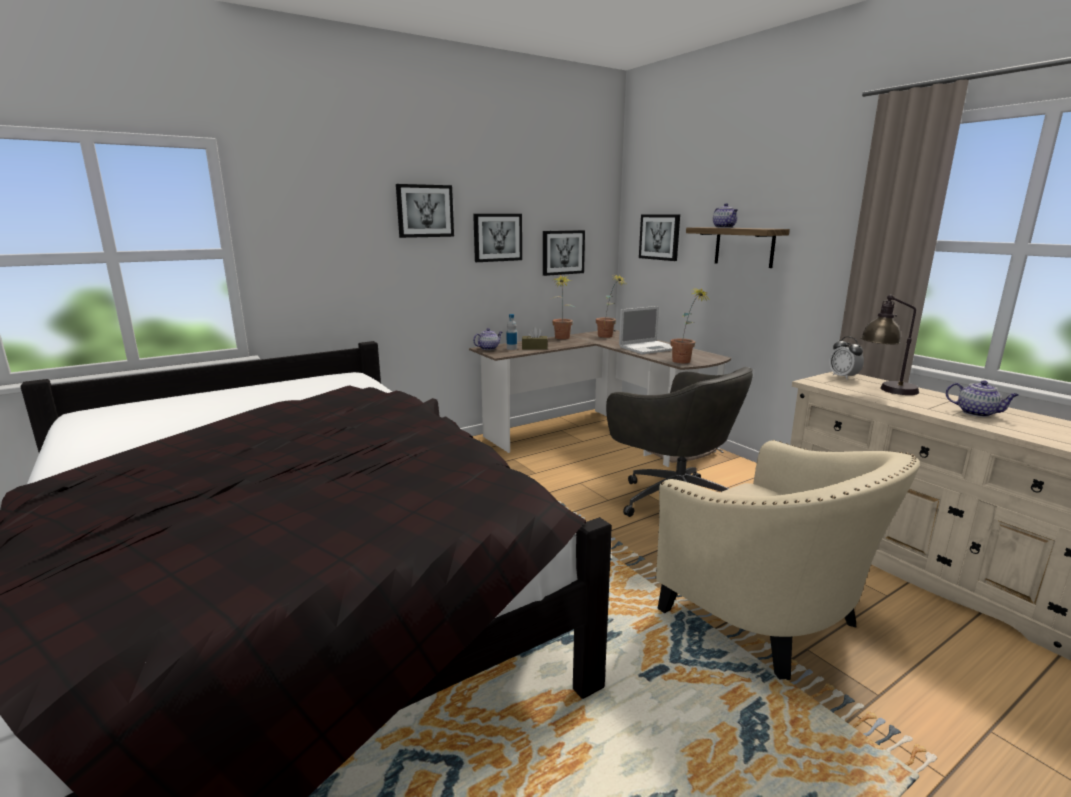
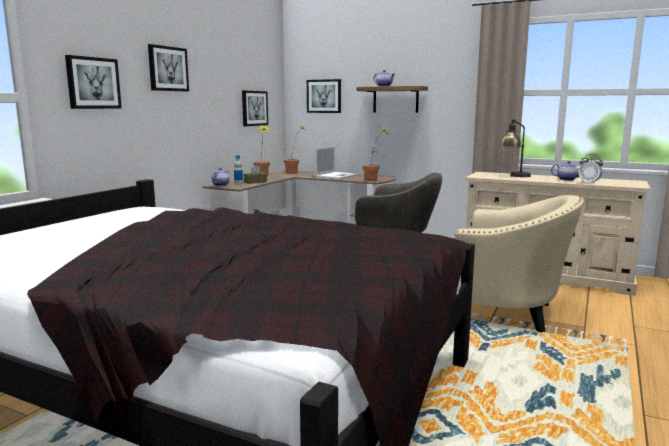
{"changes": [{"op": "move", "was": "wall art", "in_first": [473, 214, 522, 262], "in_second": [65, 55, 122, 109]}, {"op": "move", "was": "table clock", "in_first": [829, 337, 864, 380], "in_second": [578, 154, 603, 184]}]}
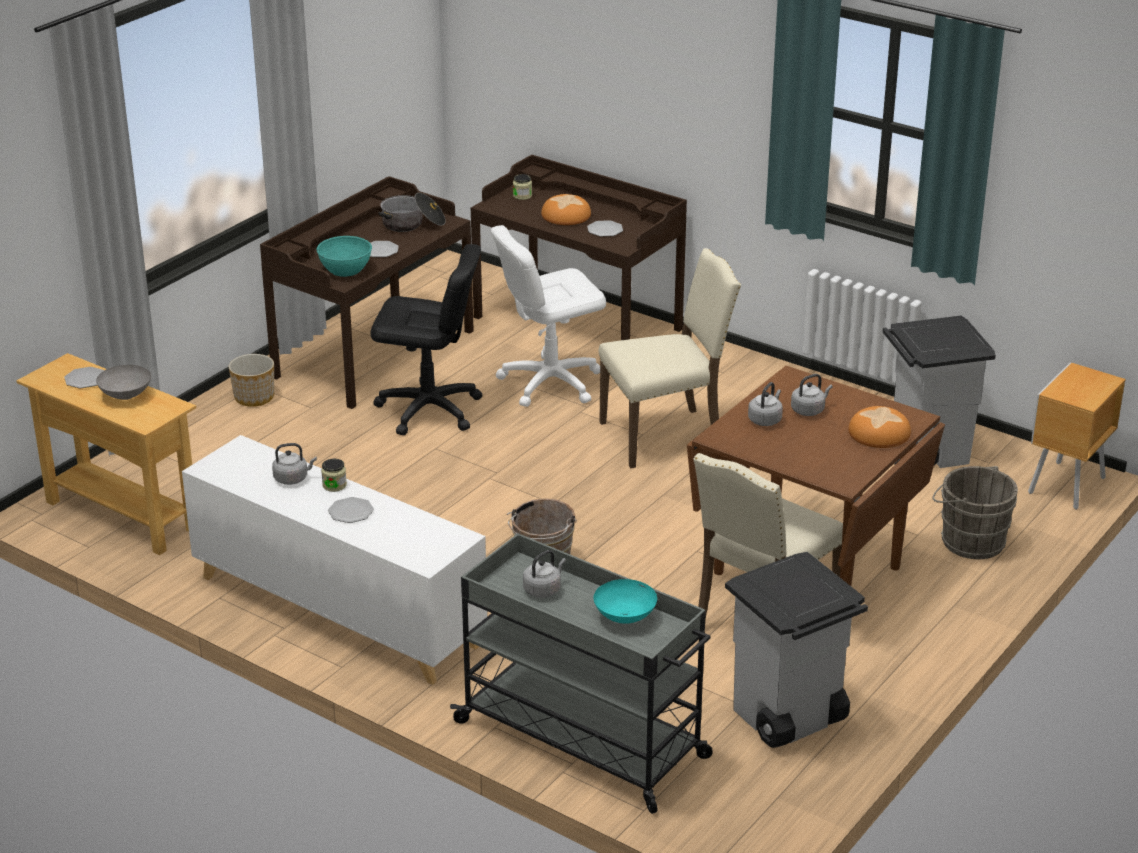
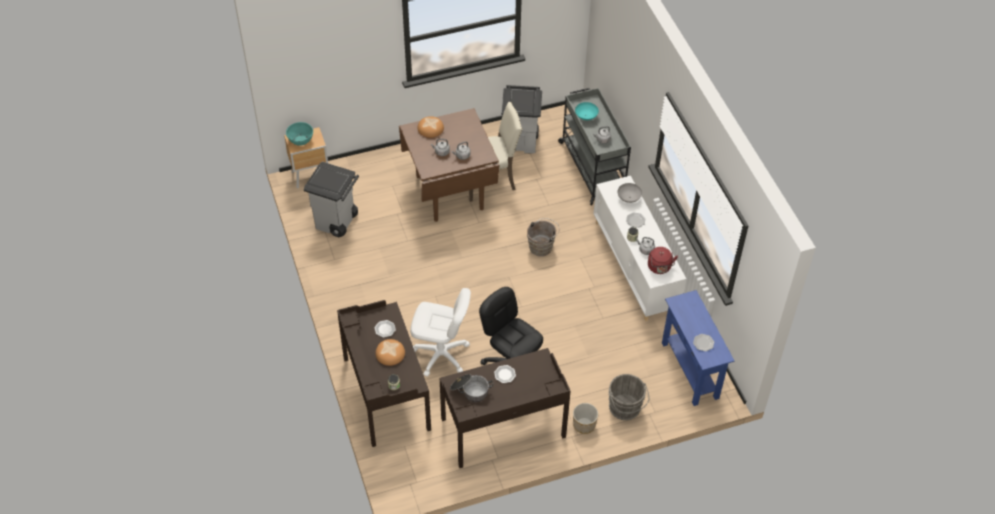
{"changes": [{"op": "delete", "was": "beige upright chair", "in_first": [599, 248, 741, 468]}, {"op": "insert", "now": "reddish water kettle", "in_second": [648, 247, 678, 274]}, {"op": "move", "was": "gray deep dish", "in_first": [96, 365, 151, 400], "in_second": [617, 183, 642, 203]}, {"op": "move", "was": "turquoise-coloured deep dish", "in_first": [316, 236, 372, 277], "in_second": [286, 122, 313, 146]}, {"op": "move", "was": "gray water bucket", "in_first": [932, 466, 1018, 559], "in_second": [608, 374, 650, 420]}, {"op": "recolor", "was": "beige narrow table", "now": "blue-coloured narrow table", "in_first": [16, 353, 196, 555], "in_second": [662, 290, 734, 406]}]}
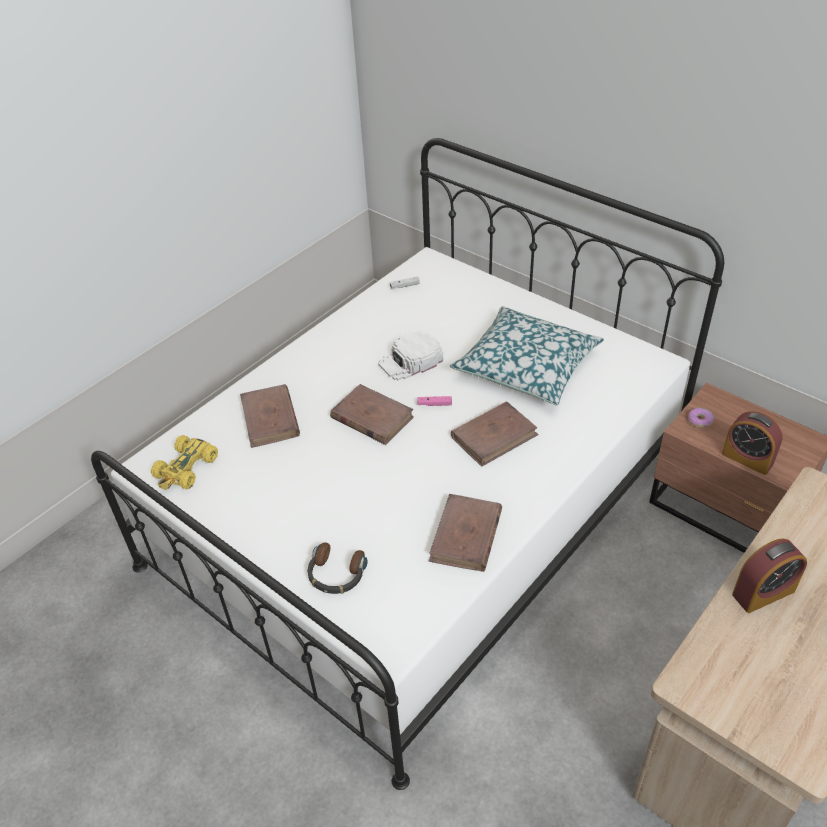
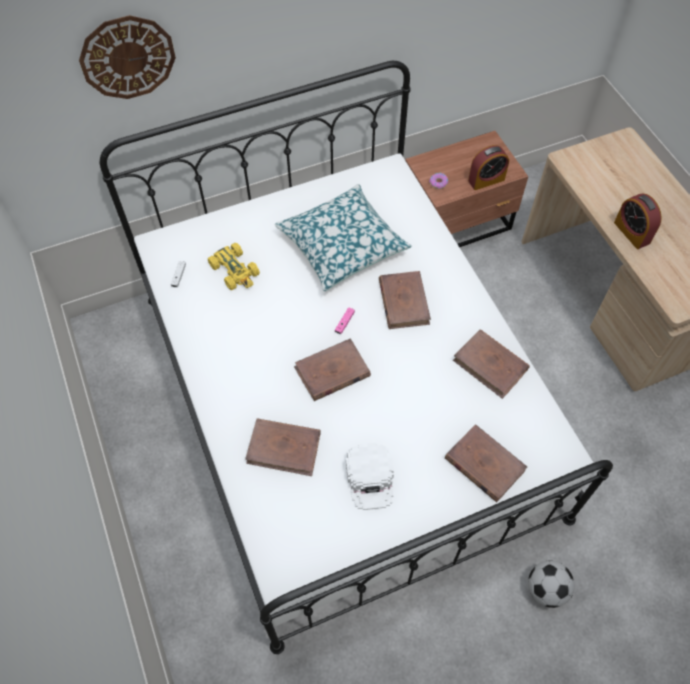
{"changes": [{"op": "insert", "now": "hanging clock", "in_second": [79, 15, 176, 99]}, {"op": "insert", "now": "ball for football", "in_second": [528, 561, 574, 608]}, {"op": "move", "was": "yellow-coloured model car", "in_first": [151, 435, 218, 490], "in_second": [208, 243, 260, 290]}, {"op": "move", "was": "whitish baseball cap", "in_first": [378, 330, 443, 381], "in_second": [346, 443, 394, 510]}, {"op": "replace", "was": "pair of headphones", "now": "brownish book", "in_first": [307, 542, 368, 594], "in_second": [445, 424, 527, 502]}, {"op": "rotate", "was": "table clock", "in_first": [732, 539, 807, 613], "in_second": [614, 193, 662, 249], "clockwise": 150}]}
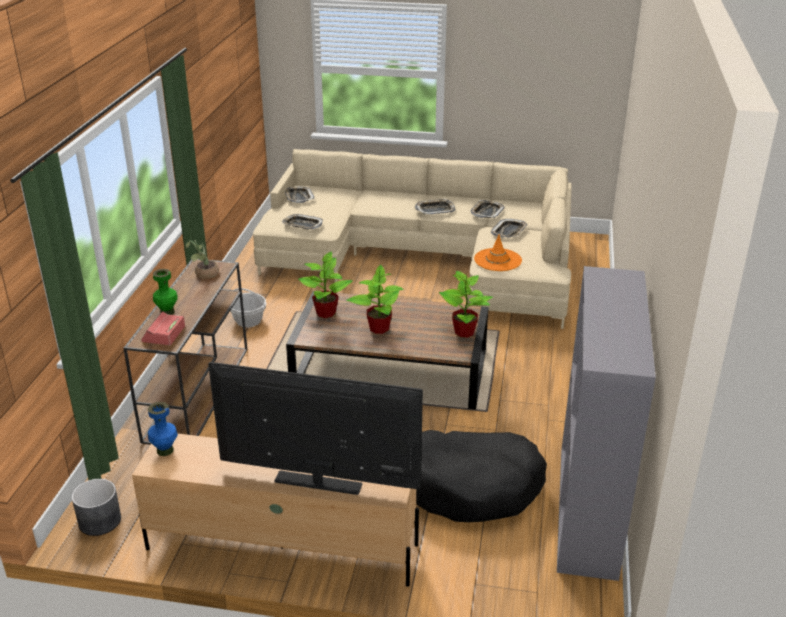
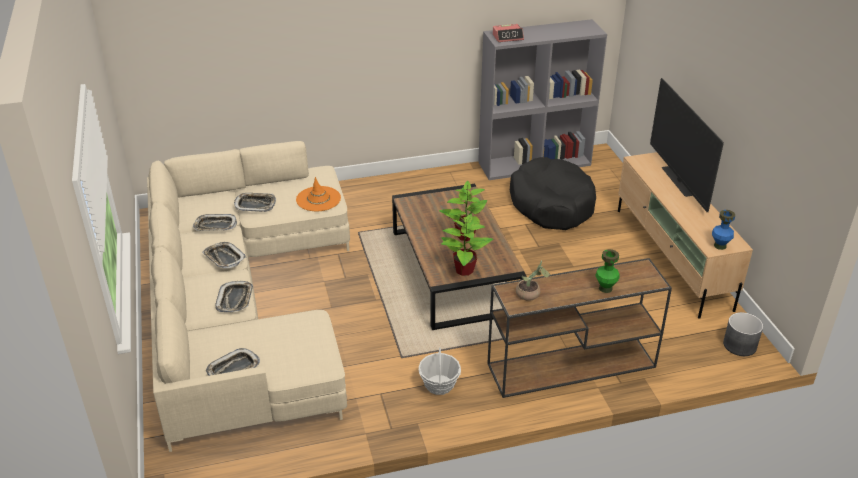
{"changes": [{"op": "delete", "was": "potted plant", "in_first": [439, 271, 493, 338]}, {"op": "move", "was": "table clock", "in_first": [141, 311, 185, 345], "in_second": [493, 24, 524, 42]}, {"op": "move", "was": "carrying tray", "in_first": [282, 214, 323, 229], "in_second": [215, 281, 253, 312]}]}
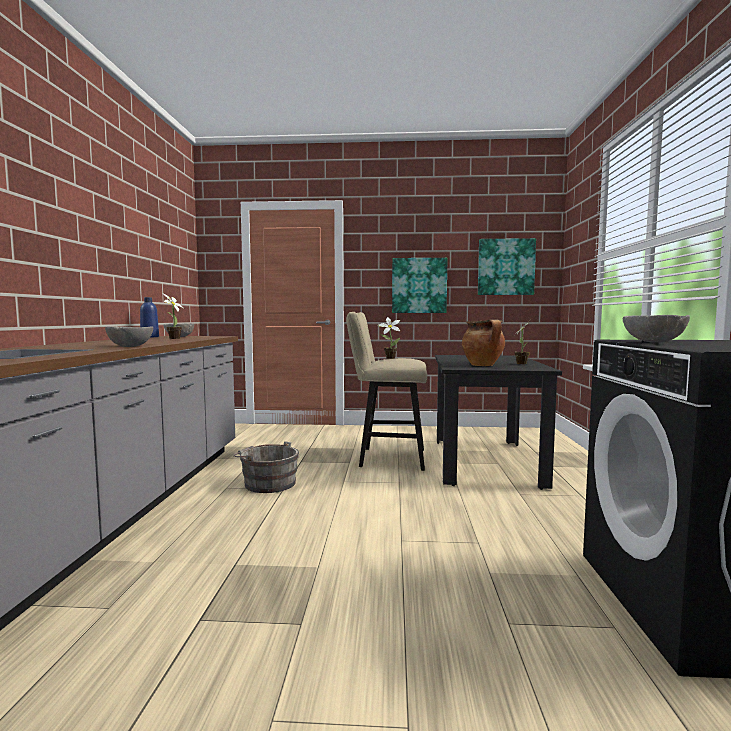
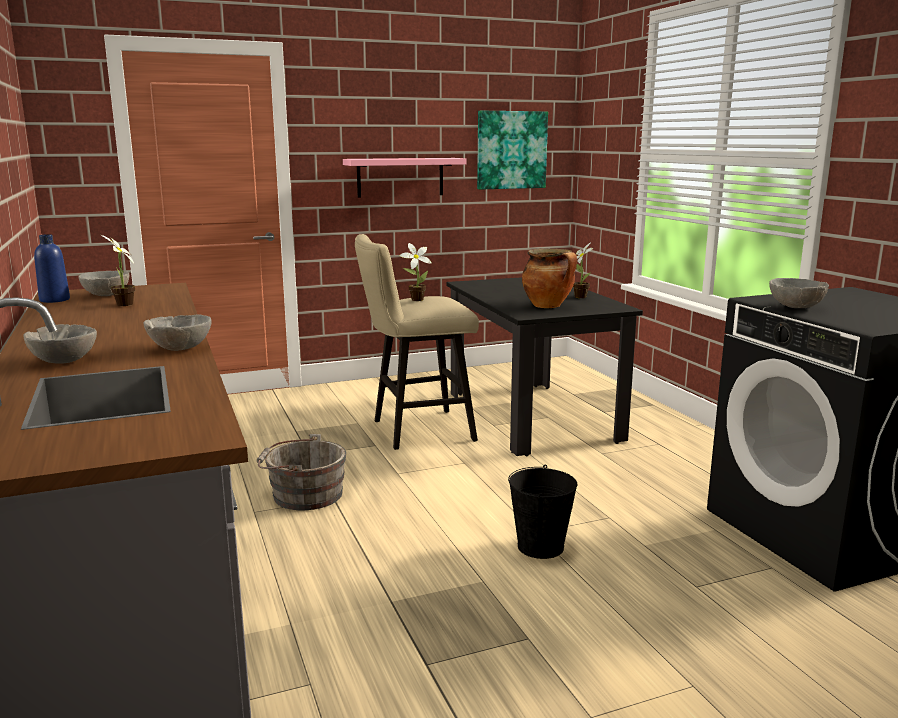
{"changes": [{"op": "insert", "now": "gray deep dish", "in_second": [24, 324, 97, 364]}, {"op": "insert", "now": "blackish water bucket", "in_second": [508, 465, 577, 559]}, {"op": "replace", "was": "wall art", "now": "pinkish shelf", "in_first": [392, 258, 448, 313], "in_second": [343, 158, 467, 198]}]}
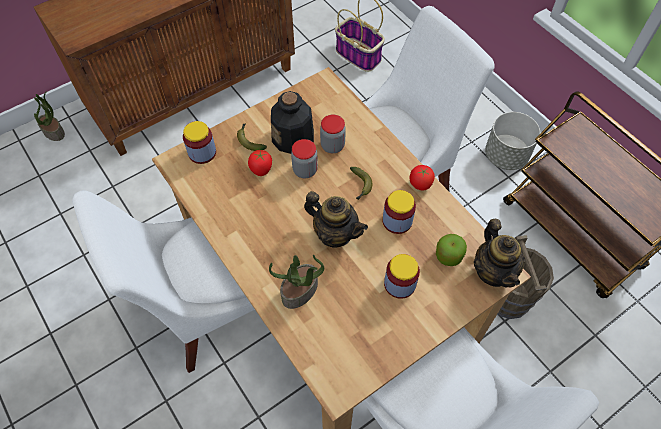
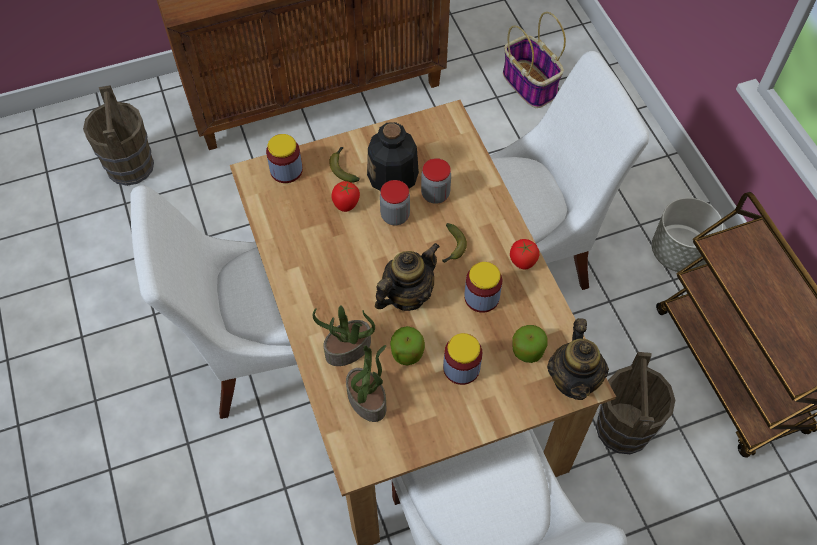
{"changes": [{"op": "insert", "now": "brownish water bucket", "in_second": [83, 85, 154, 186]}, {"op": "insert", "now": "apple", "in_second": [390, 326, 425, 366]}, {"op": "move", "was": "potted plant", "in_first": [34, 91, 65, 141], "in_second": [346, 345, 387, 422]}, {"op": "rotate", "was": "pot for tea", "in_first": [304, 191, 368, 248], "in_second": [375, 243, 440, 311], "clockwise": -90}]}
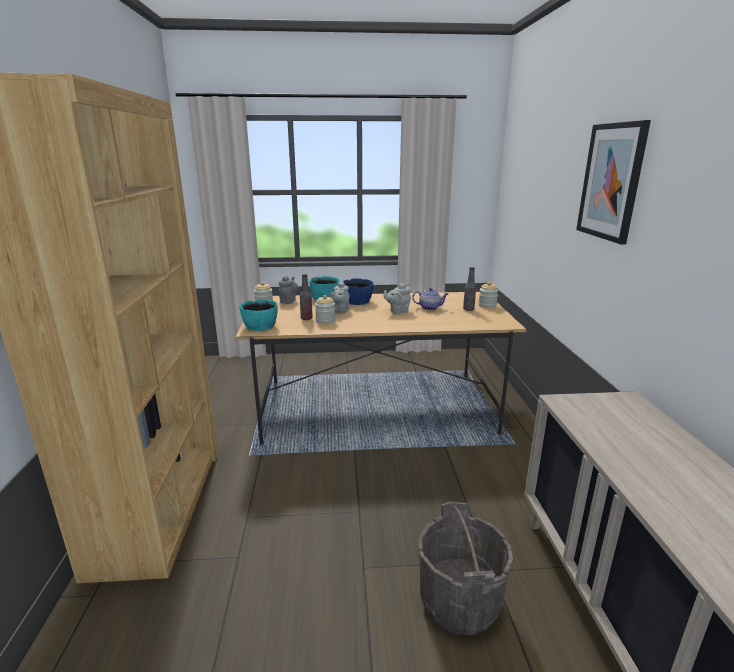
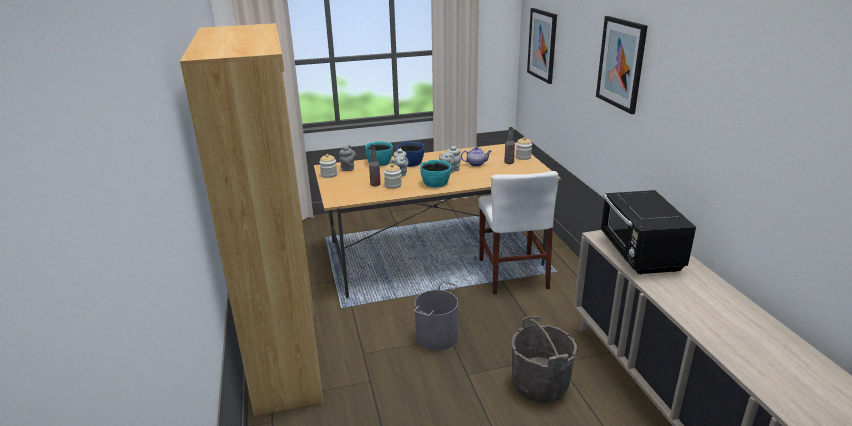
{"changes": [{"op": "insert", "now": "gray water bucket", "in_second": [414, 281, 458, 351]}, {"op": "insert", "now": "whitish upright chair", "in_second": [479, 171, 558, 294]}, {"op": "insert", "now": "wall art", "in_second": [527, 8, 557, 84]}, {"op": "insert", "now": "blackish kitchen microwave", "in_second": [600, 190, 696, 274]}, {"op": "move", "was": "turquoise-coloured deep dish", "in_first": [239, 299, 278, 331], "in_second": [420, 160, 451, 188]}]}
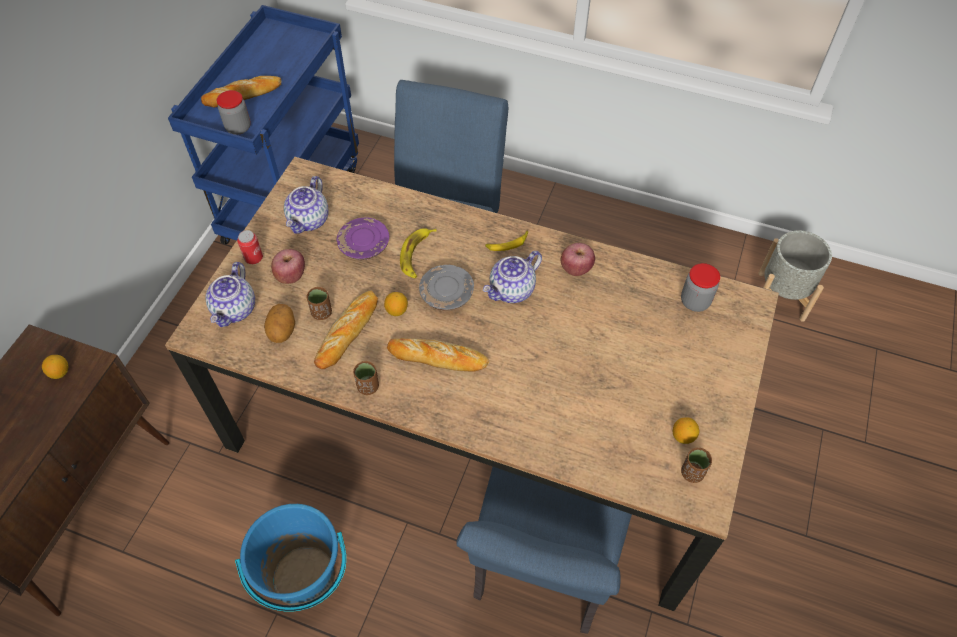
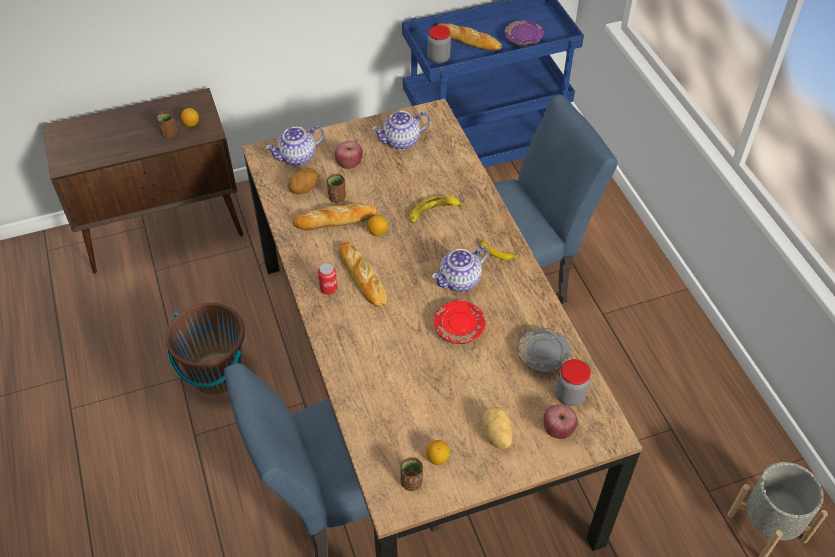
{"changes": [{"op": "insert", "now": "reddish dinner plate", "in_second": [434, 301, 486, 344]}, {"op": "insert", "now": "whole potato", "in_second": [482, 407, 512, 449]}, {"op": "move", "was": "metal can", "in_first": [237, 230, 263, 264], "in_second": [318, 263, 338, 295]}, {"op": "move", "was": "purple dinner plate", "in_first": [337, 217, 389, 260], "in_second": [504, 20, 544, 46]}, {"op": "move", "was": "brownish cup", "in_first": [353, 361, 379, 395], "in_second": [157, 112, 177, 138]}, {"op": "move", "was": "gray dinner plate", "in_first": [419, 265, 474, 311], "in_second": [517, 328, 571, 373]}, {"op": "move", "was": "apple", "in_first": [561, 243, 595, 276], "in_second": [543, 405, 578, 439]}, {"op": "recolor", "was": "blue-coloured water bucket", "now": "brownish water bucket", "in_first": [235, 504, 346, 612], "in_second": [165, 303, 245, 394]}, {"op": "rotate", "was": "pot for tea", "in_first": [483, 251, 542, 303], "in_second": [432, 246, 489, 292], "clockwise": -45}]}
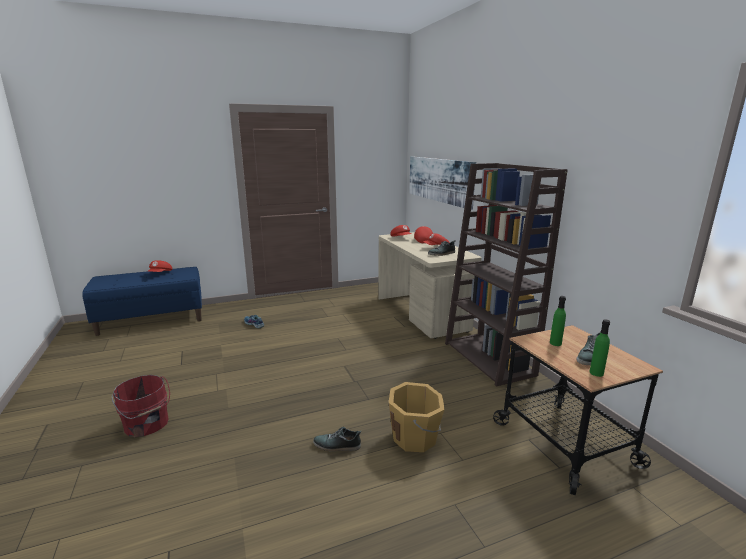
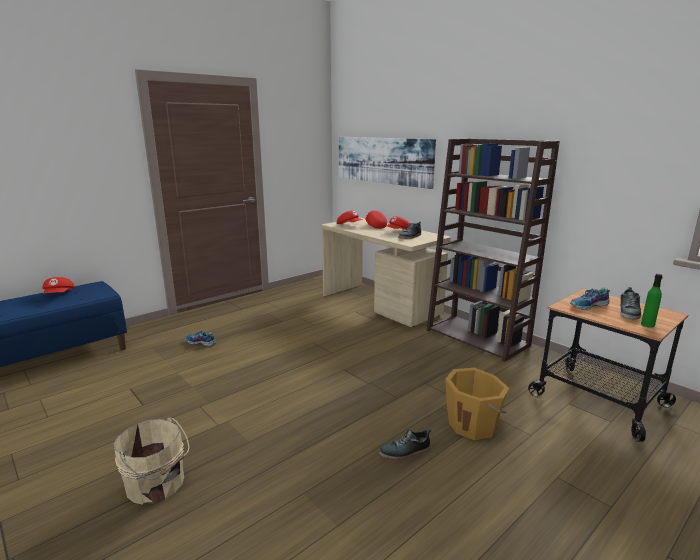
{"changes": [{"op": "replace", "was": "greenish beverage bottle", "now": "low shoe", "in_first": [550, 296, 566, 346], "in_second": [570, 287, 610, 310]}, {"op": "recolor", "was": "reddish water bucket", "now": "beige water bucket", "in_first": [112, 375, 170, 437], "in_second": [114, 417, 189, 505]}]}
